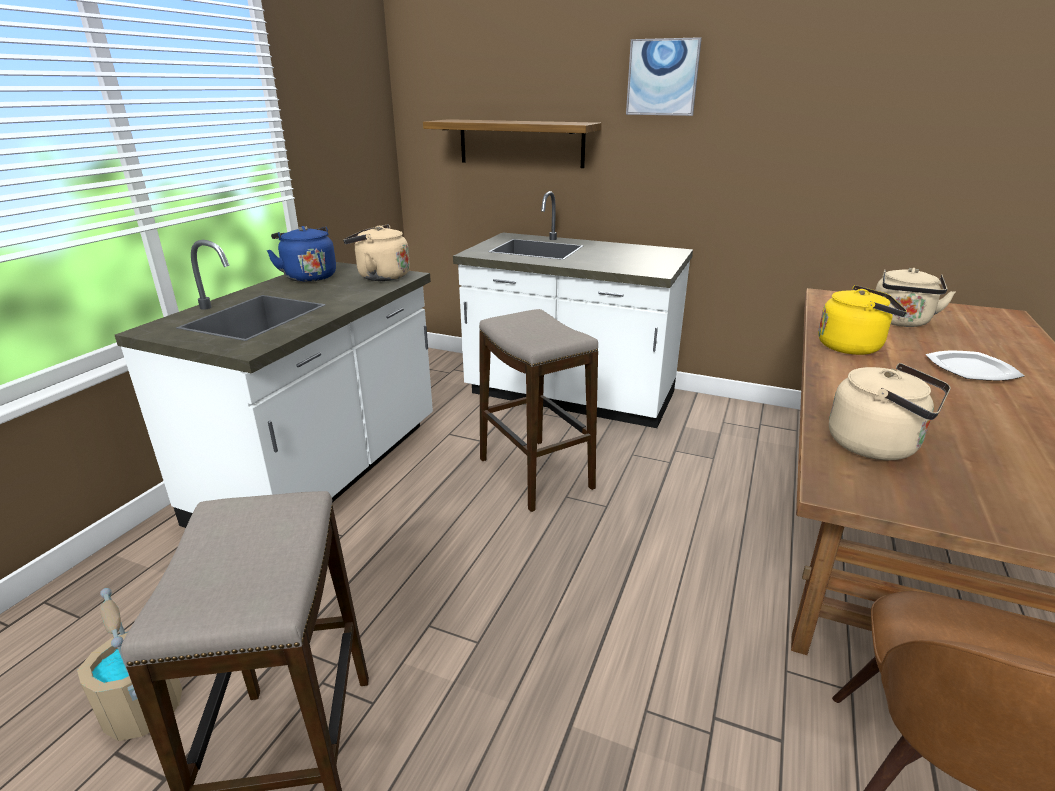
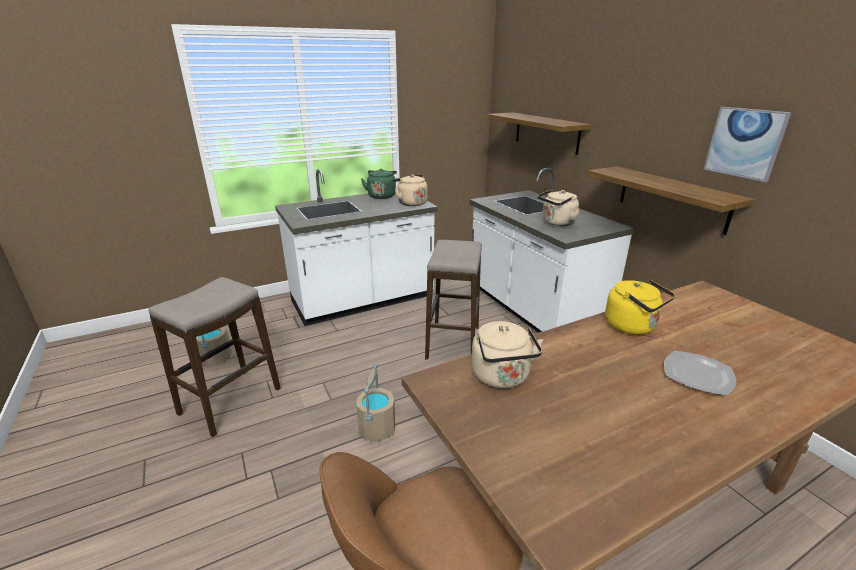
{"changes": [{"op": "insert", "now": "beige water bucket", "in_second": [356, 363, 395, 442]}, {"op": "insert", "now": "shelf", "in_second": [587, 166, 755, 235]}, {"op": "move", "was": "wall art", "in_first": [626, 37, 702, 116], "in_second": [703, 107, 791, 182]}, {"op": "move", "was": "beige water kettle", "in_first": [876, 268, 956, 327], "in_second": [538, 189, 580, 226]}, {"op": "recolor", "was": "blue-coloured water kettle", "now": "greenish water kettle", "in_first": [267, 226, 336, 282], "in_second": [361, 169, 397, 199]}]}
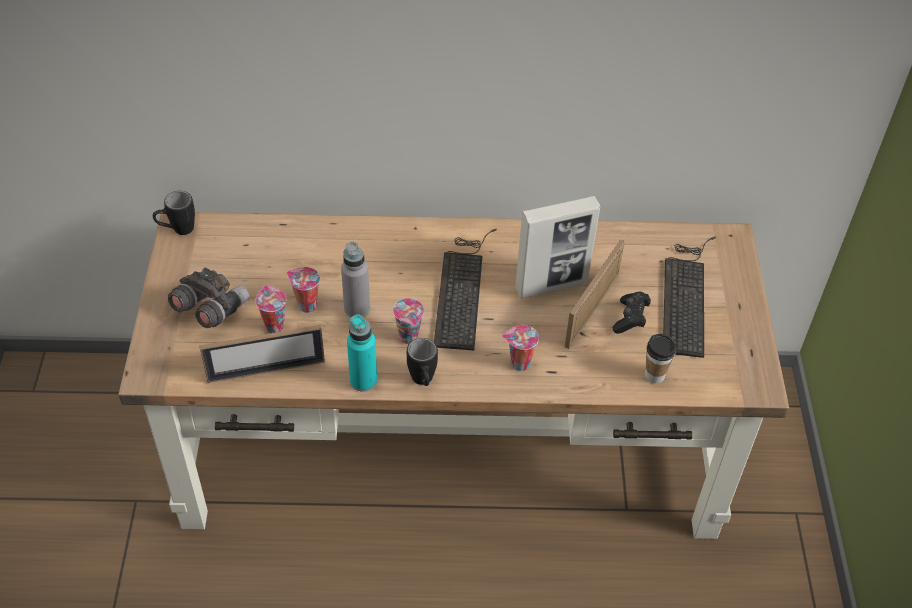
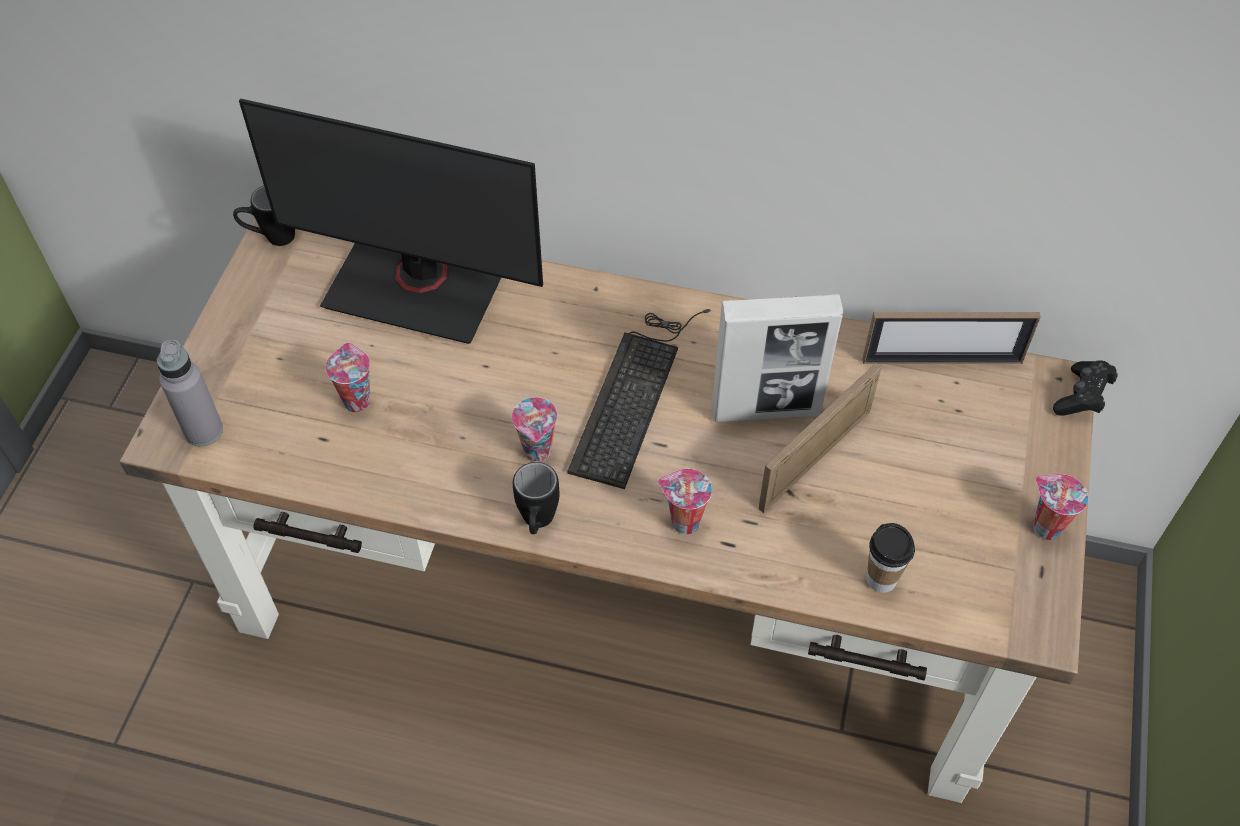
{"changes": [{"op": "delete", "was": "gray field glasses", "in_first": [168, 267, 249, 328]}, {"op": "delete", "was": "turquoise-coloured beverage bottle", "in_first": [347, 314, 377, 392]}, {"op": "delete", "was": "PC keyboard", "in_first": [663, 237, 716, 358]}, {"op": "insert", "now": "computer screen", "in_second": [239, 98, 543, 344]}, {"op": "move", "was": "picture frame", "in_first": [199, 325, 325, 383], "in_second": [862, 312, 1041, 364]}, {"op": "move", "was": "cup", "in_first": [287, 267, 320, 313], "in_second": [1033, 474, 1088, 540]}, {"op": "move", "was": "gray beverage bottle", "in_first": [341, 242, 370, 317], "in_second": [157, 339, 223, 446]}, {"op": "move", "was": "blackish gamepad", "in_first": [613, 292, 651, 334], "in_second": [1053, 360, 1118, 416]}]}
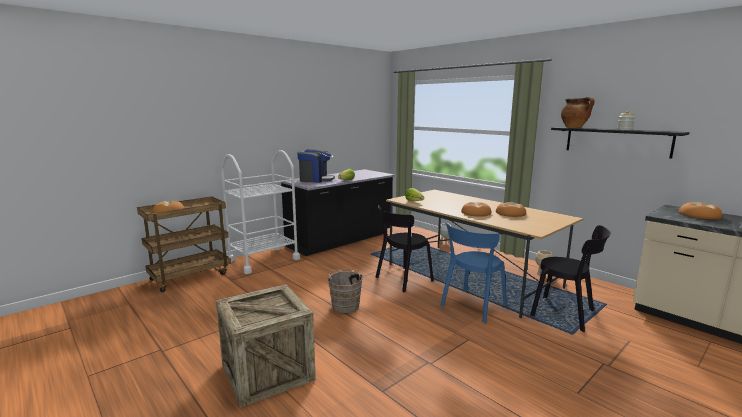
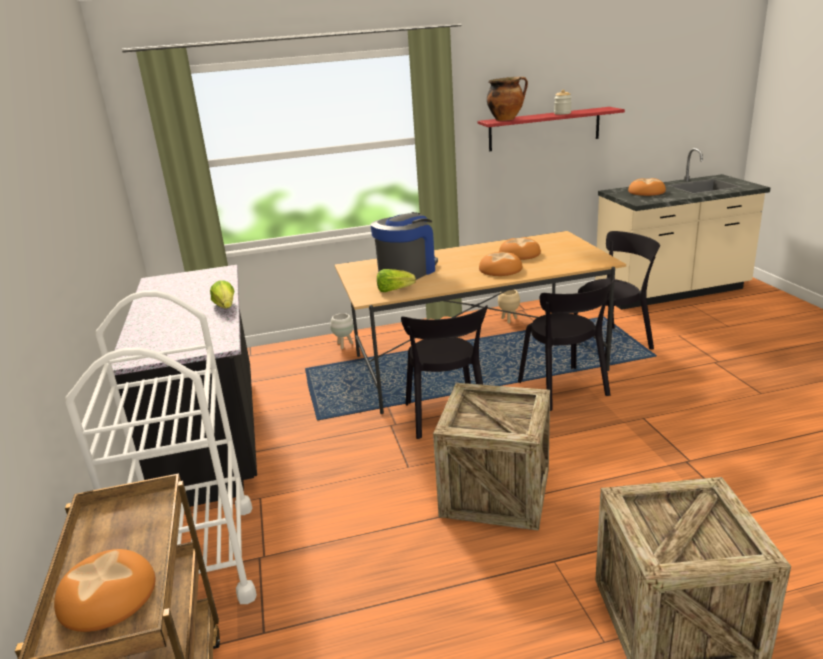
{"changes": [{"op": "move", "was": "coffee machine", "in_first": [297, 149, 335, 183], "in_second": [370, 212, 438, 280]}, {"op": "replace", "was": "brownish water bucket", "now": "shipping crate", "in_first": [326, 269, 364, 313], "in_second": [433, 383, 550, 531]}, {"op": "recolor", "was": "blue-coloured upright chair", "now": "blackish upright chair", "in_first": [440, 222, 507, 323], "in_second": [518, 278, 615, 411]}, {"op": "recolor", "was": "blackish shelf", "now": "reddish shelf", "in_first": [551, 127, 690, 159], "in_second": [478, 107, 625, 151]}]}
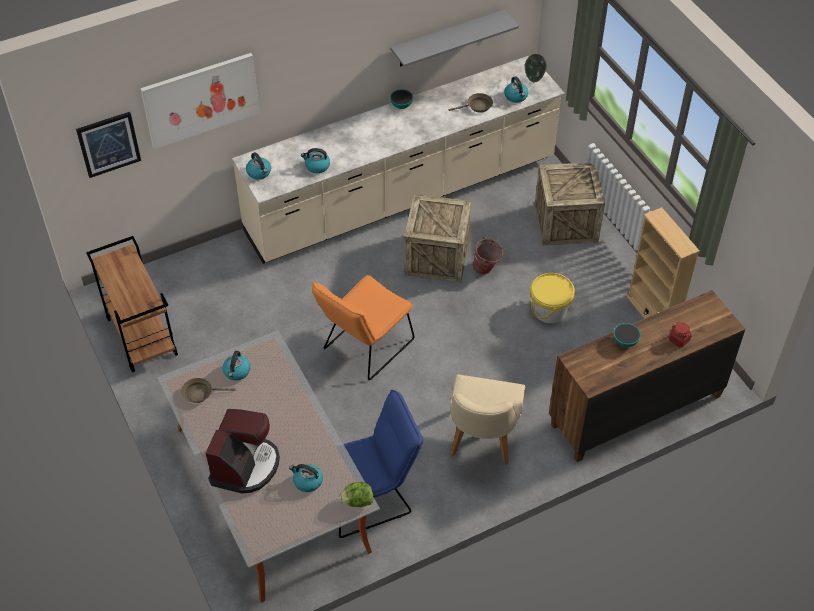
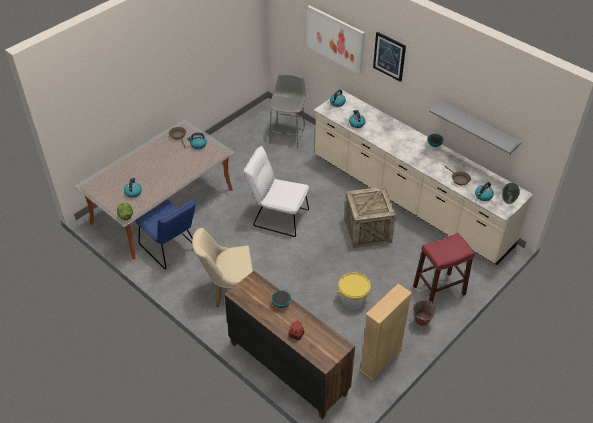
{"changes": [{"op": "delete", "was": "brownish wheeled cart", "in_first": [86, 236, 178, 373]}, {"op": "delete", "was": "coffee machine", "in_first": [206, 409, 280, 493]}, {"op": "insert", "now": "gray stool", "in_second": [269, 73, 306, 148]}, {"op": "move", "was": "wall art", "in_first": [76, 112, 141, 178], "in_second": [373, 32, 406, 82]}, {"op": "move", "was": "water bucket", "in_first": [473, 237, 504, 274], "in_second": [412, 300, 436, 326]}, {"op": "replace", "was": "shipping crate", "now": "reddish stool", "in_first": [535, 162, 605, 246], "in_second": [413, 233, 475, 302]}, {"op": "recolor", "was": "orange upright chair", "now": "whitish upright chair", "in_first": [312, 275, 415, 380], "in_second": [244, 146, 309, 237]}]}
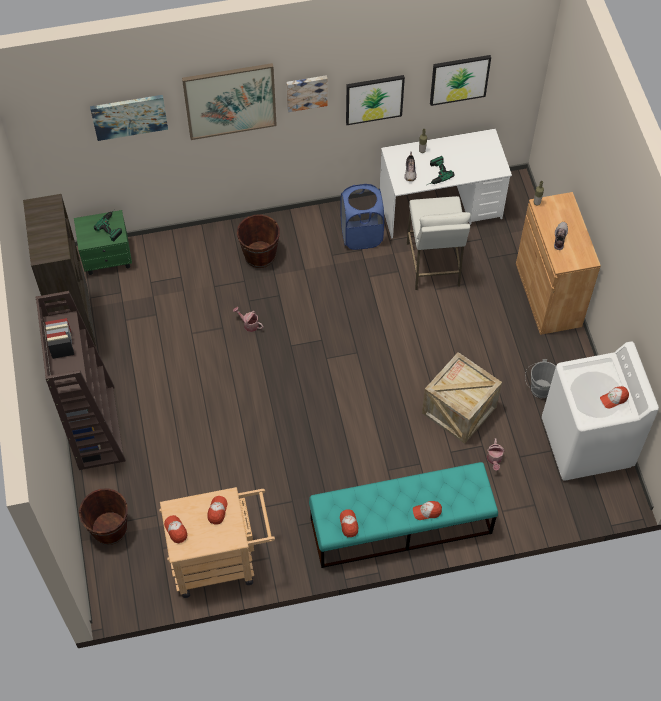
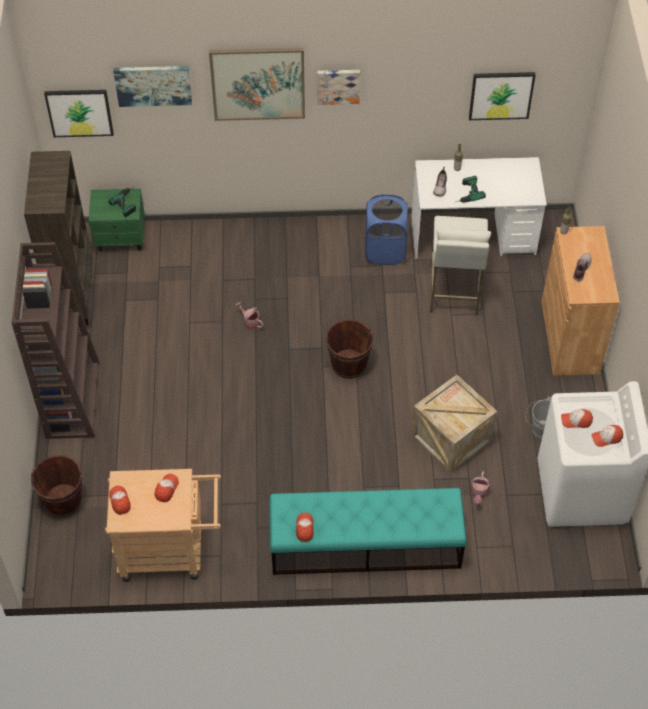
{"changes": [{"op": "move", "was": "brownish water bucket", "in_first": [237, 215, 280, 268], "in_second": [326, 319, 374, 379]}, {"op": "move", "was": "wall art", "in_first": [346, 75, 405, 125], "in_second": [44, 90, 114, 137]}, {"op": "move", "was": "baseball cap", "in_first": [413, 501, 442, 520], "in_second": [561, 409, 593, 428]}]}
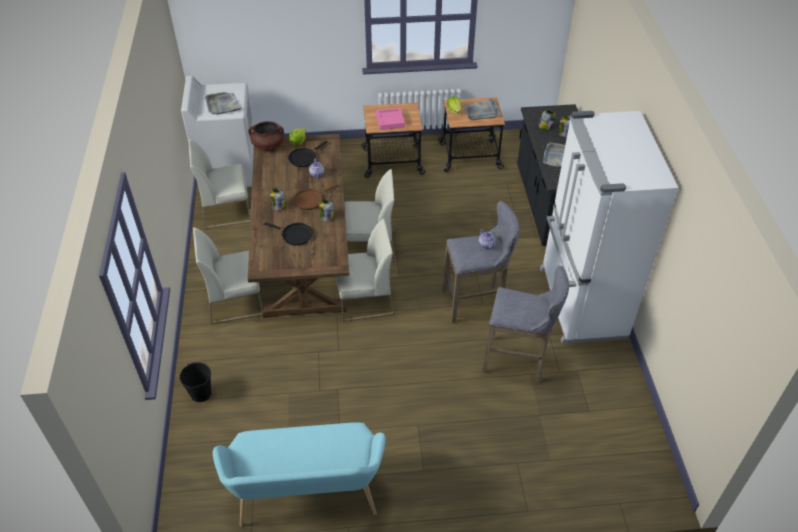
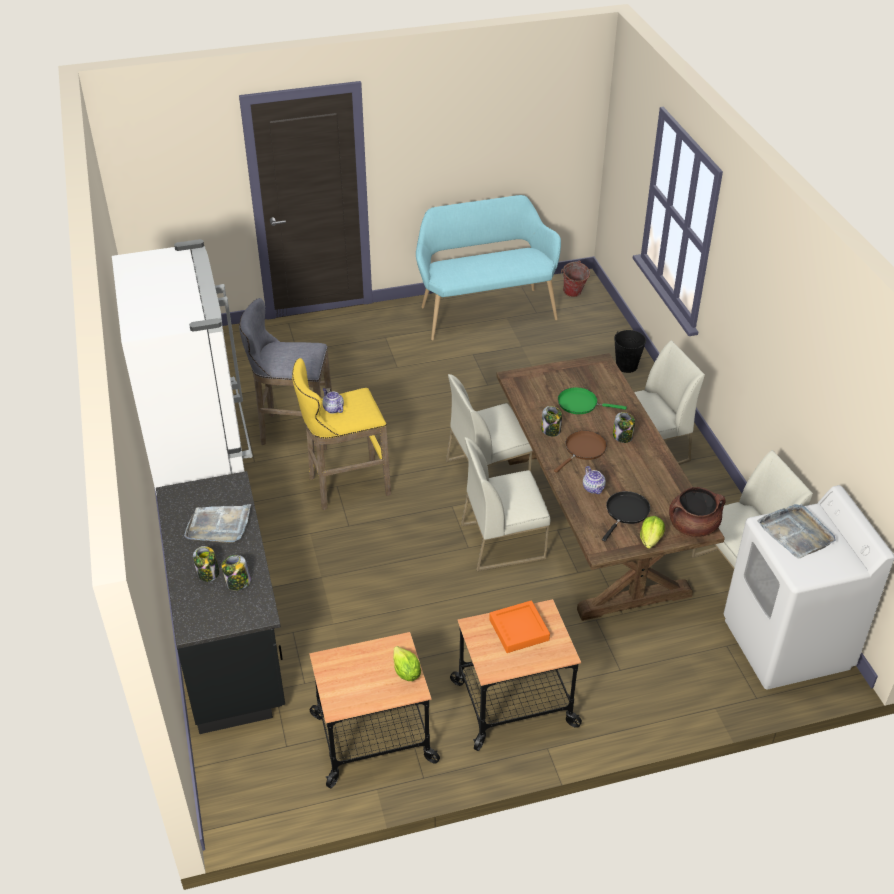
{"changes": [{"op": "delete", "was": "gray carrying tray", "in_first": [463, 98, 500, 120]}, {"op": "insert", "now": "water bucket", "in_second": [561, 261, 590, 297]}, {"op": "recolor", "was": "blackish frying pan", "now": "greenish frying pan", "in_first": [264, 222, 313, 245], "in_second": [558, 387, 627, 414]}, {"op": "recolor", "was": "pinkish carrying tray", "now": "orange carrying tray", "in_first": [376, 108, 405, 130], "in_second": [489, 601, 550, 653]}, {"op": "recolor", "was": "gray stool", "now": "yellow-coloured stool", "in_first": [442, 201, 520, 323], "in_second": [292, 358, 391, 510]}]}
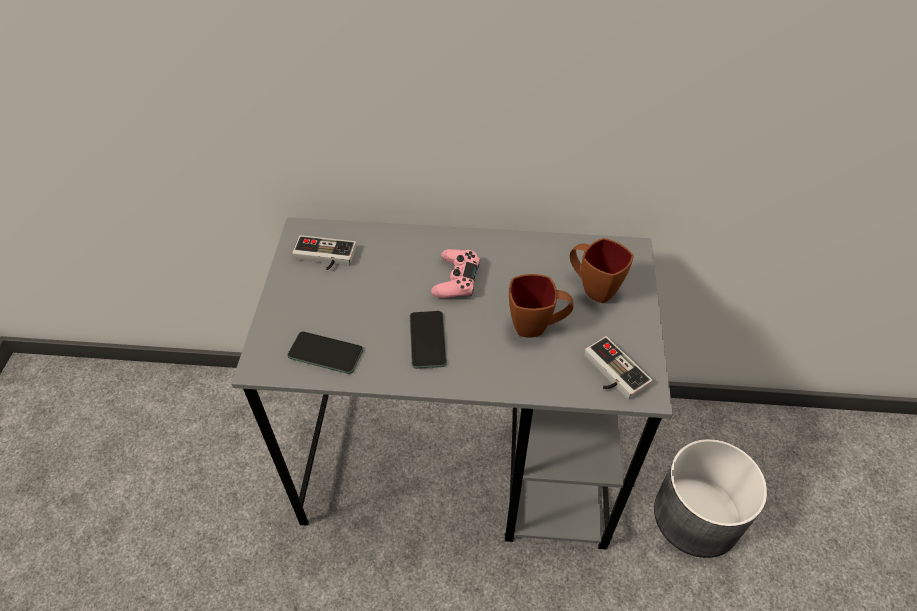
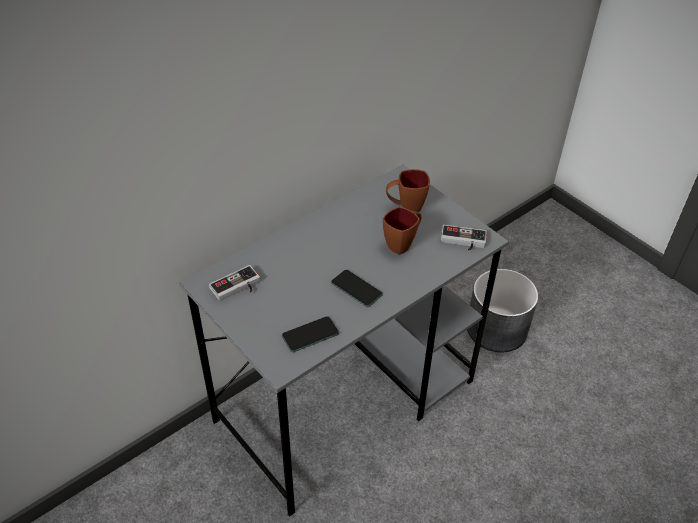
{"changes": [{"op": "delete", "was": "pinkish gamepad", "in_first": [431, 249, 480, 298]}]}
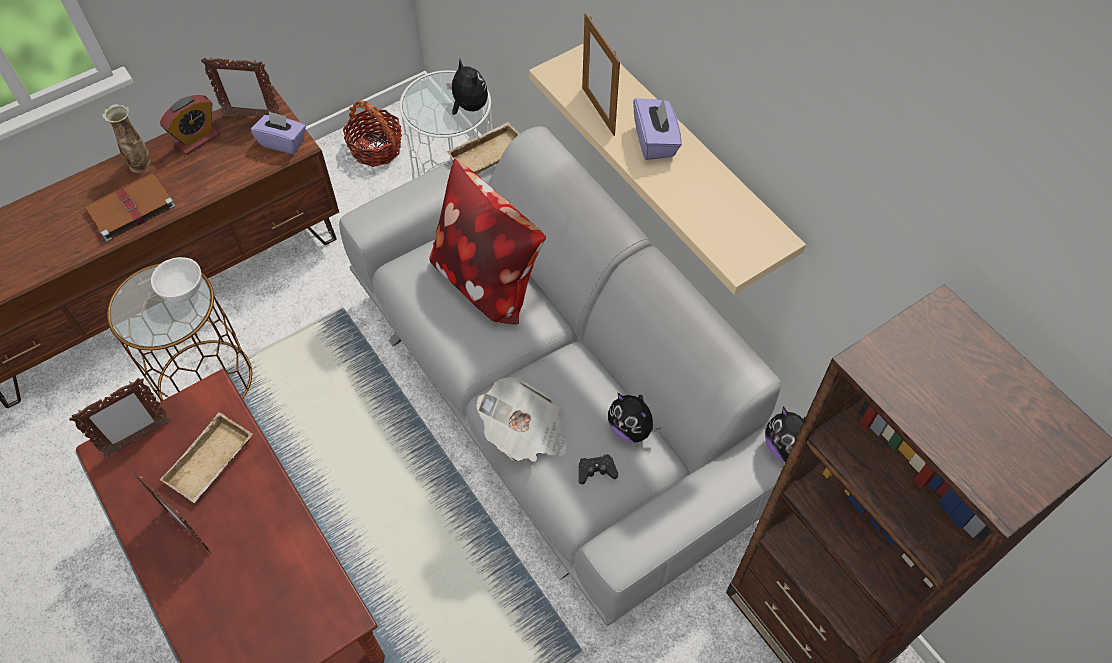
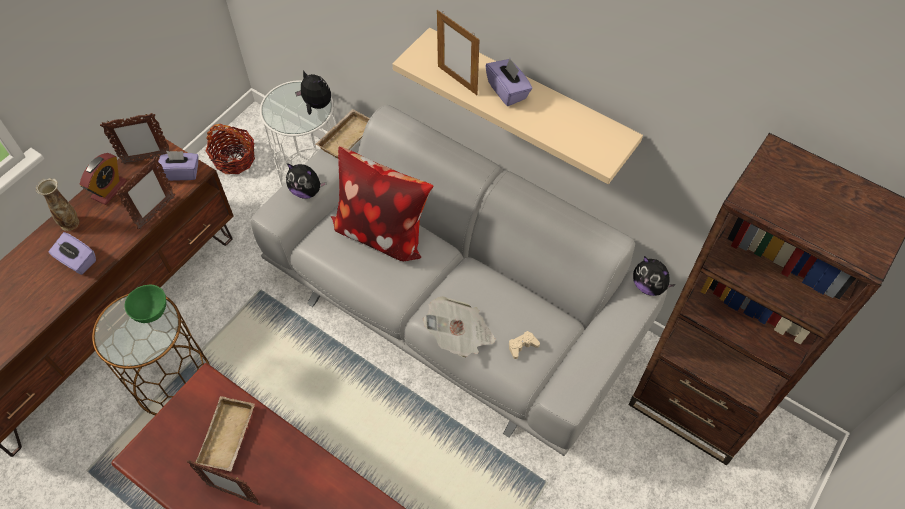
{"changes": [{"op": "move", "was": "picture frame", "in_first": [69, 378, 171, 457], "in_second": [116, 156, 175, 229]}, {"op": "move", "was": "soft toy", "in_first": [608, 393, 661, 443], "in_second": [286, 163, 326, 199]}, {"op": "replace", "was": "brownish book", "now": "purple tissue box", "in_first": [84, 173, 176, 242], "in_second": [49, 232, 96, 275]}, {"op": "recolor", "was": "whitish deep dish", "now": "greenish deep dish", "in_first": [151, 257, 202, 302], "in_second": [125, 285, 166, 323]}, {"op": "recolor", "was": "blackish gamepad", "now": "beige gamepad", "in_first": [578, 454, 618, 484], "in_second": [509, 331, 540, 359]}]}
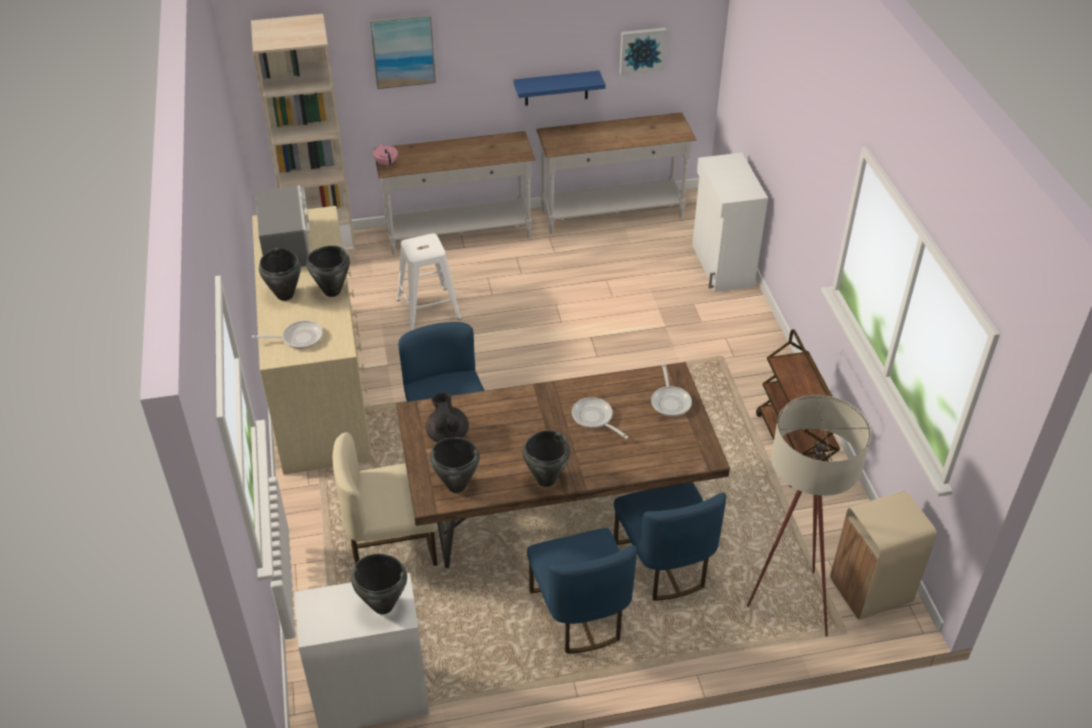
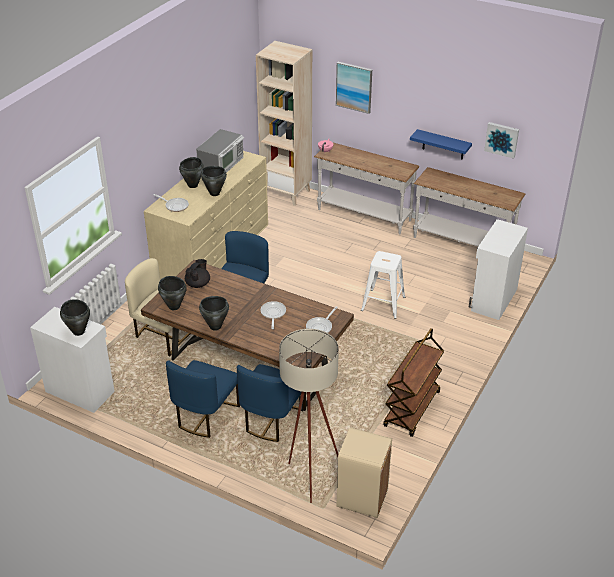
{"changes": [{"op": "move", "was": "whitish stool", "in_first": [397, 233, 461, 331], "in_second": [361, 251, 405, 319]}]}
